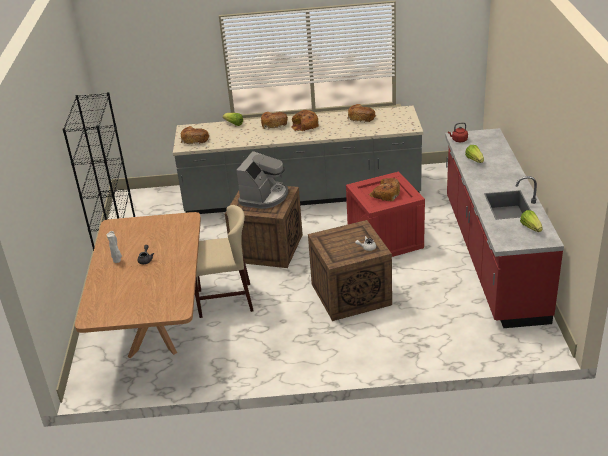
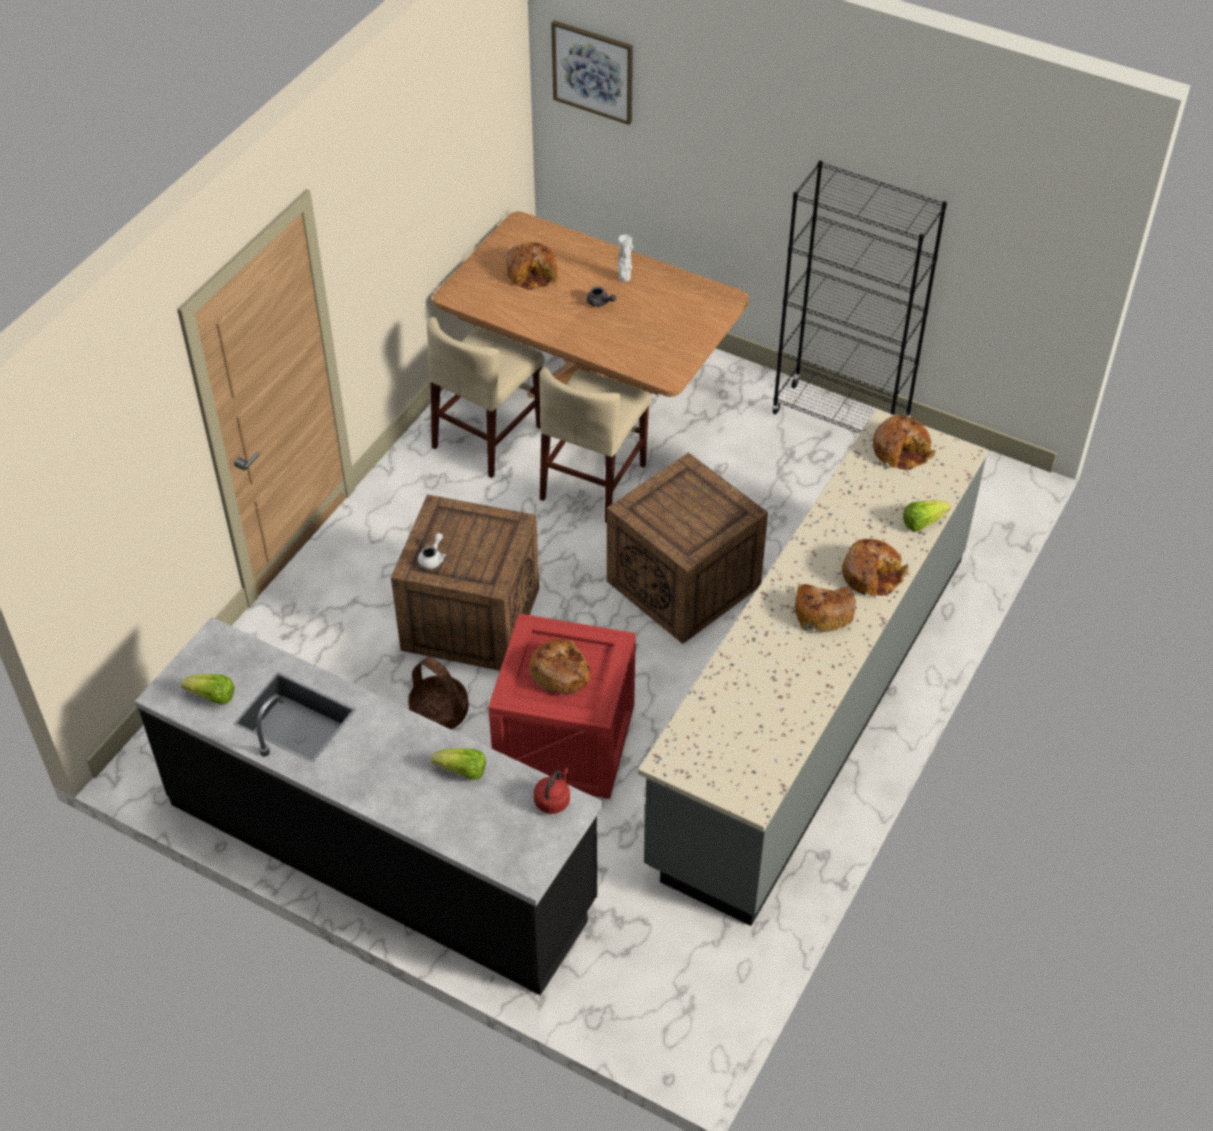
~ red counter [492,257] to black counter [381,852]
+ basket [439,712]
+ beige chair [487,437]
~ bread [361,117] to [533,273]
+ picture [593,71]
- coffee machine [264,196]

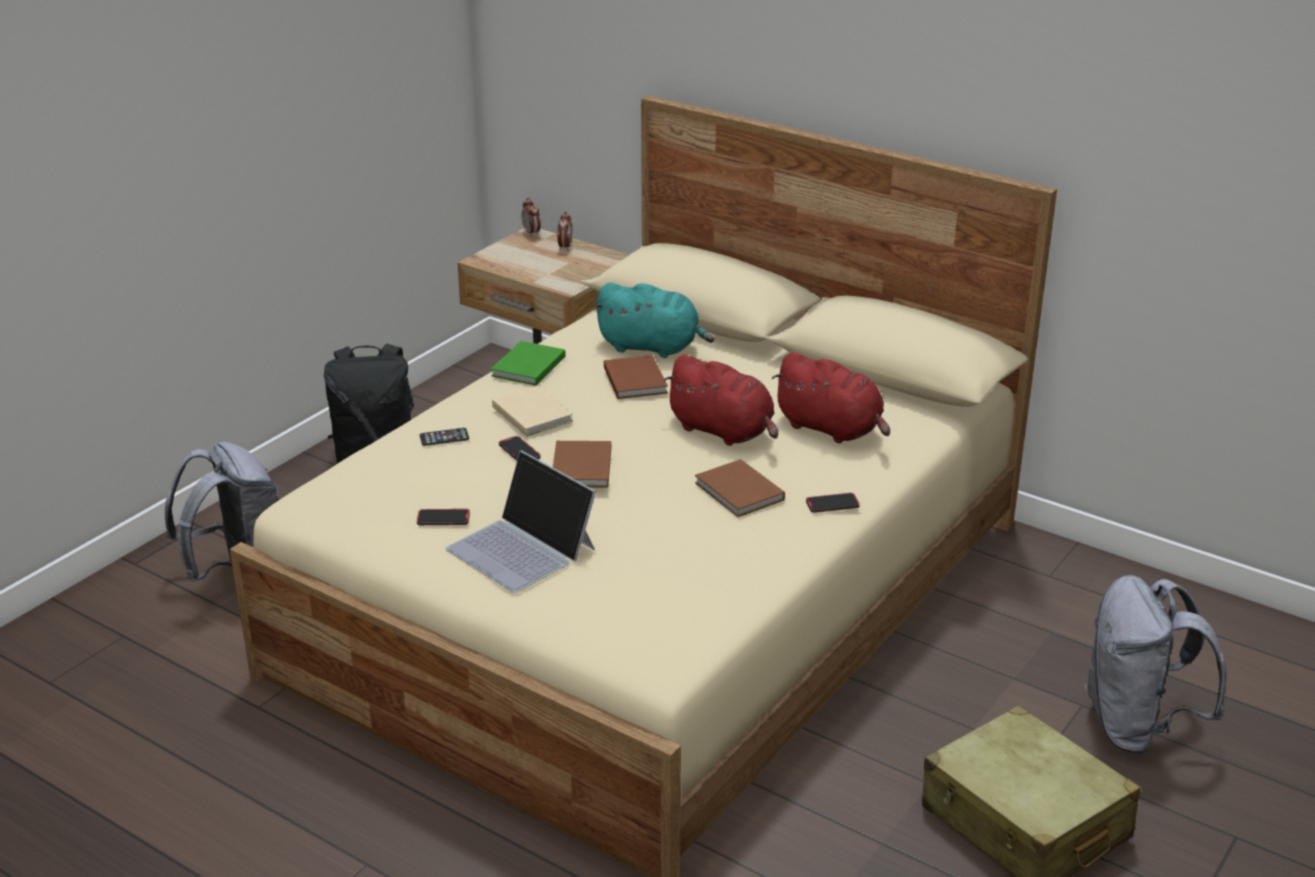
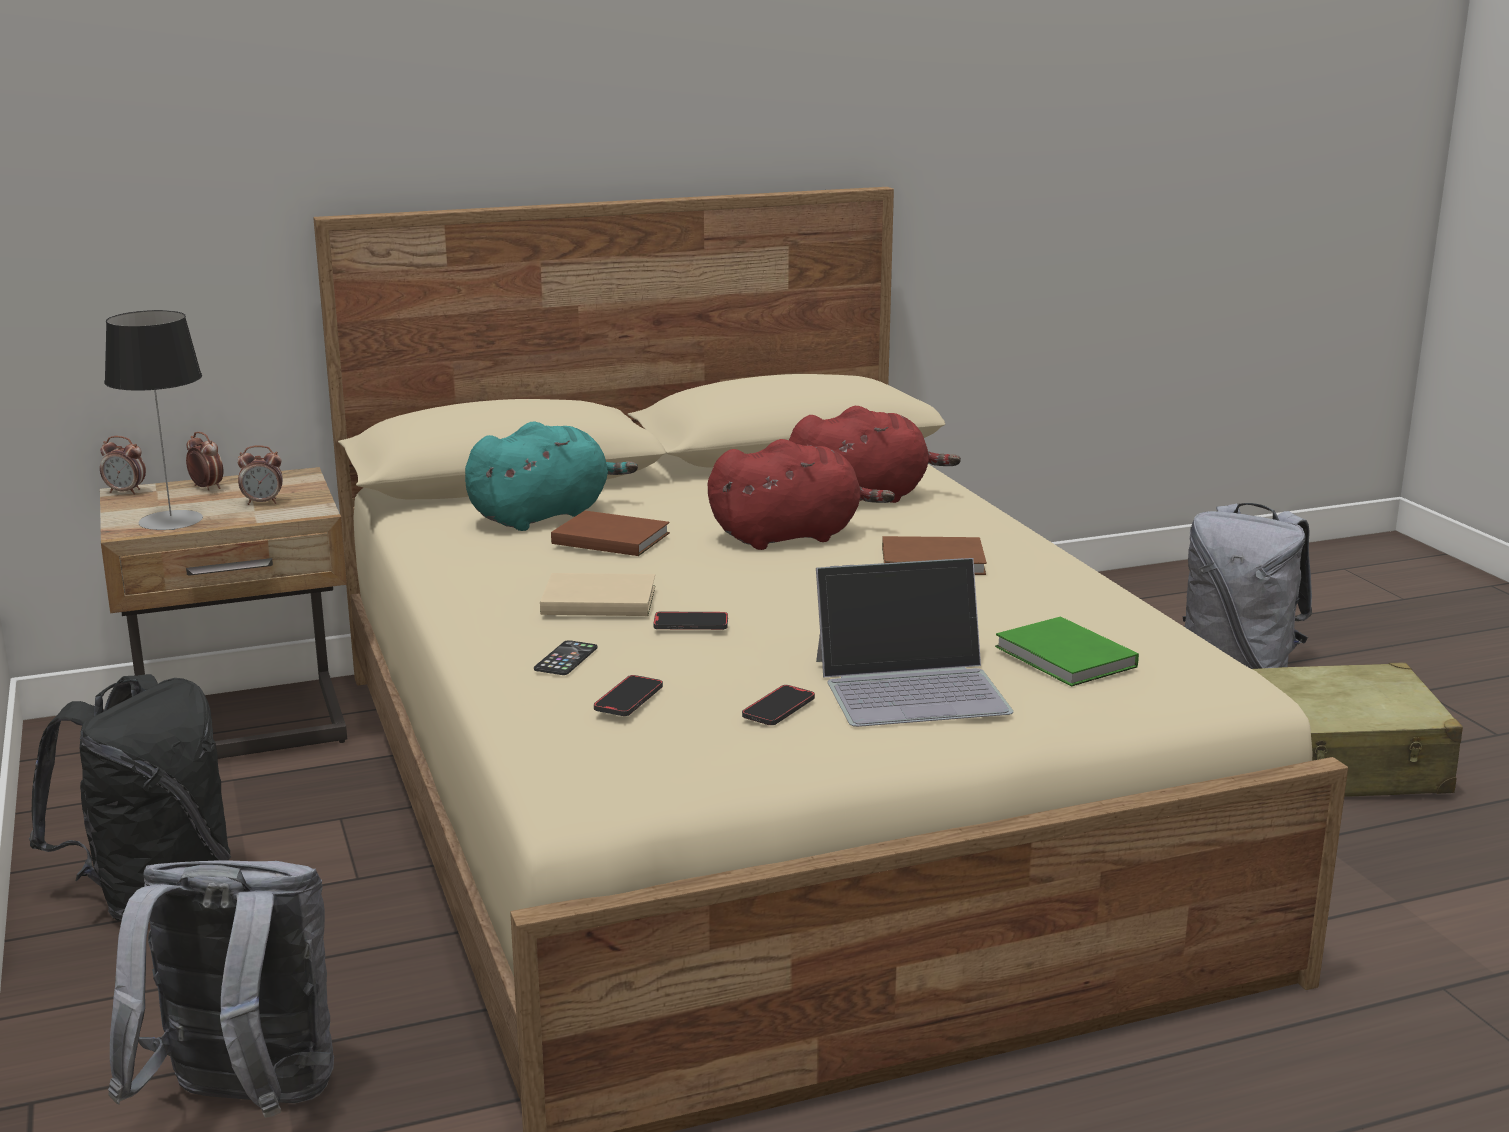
+ table lamp [171,520]
+ alarm clock [263,502]
~ phone [832,505] to [628,699]
~ green book [526,367] to [1066,658]
- brown book [580,468]

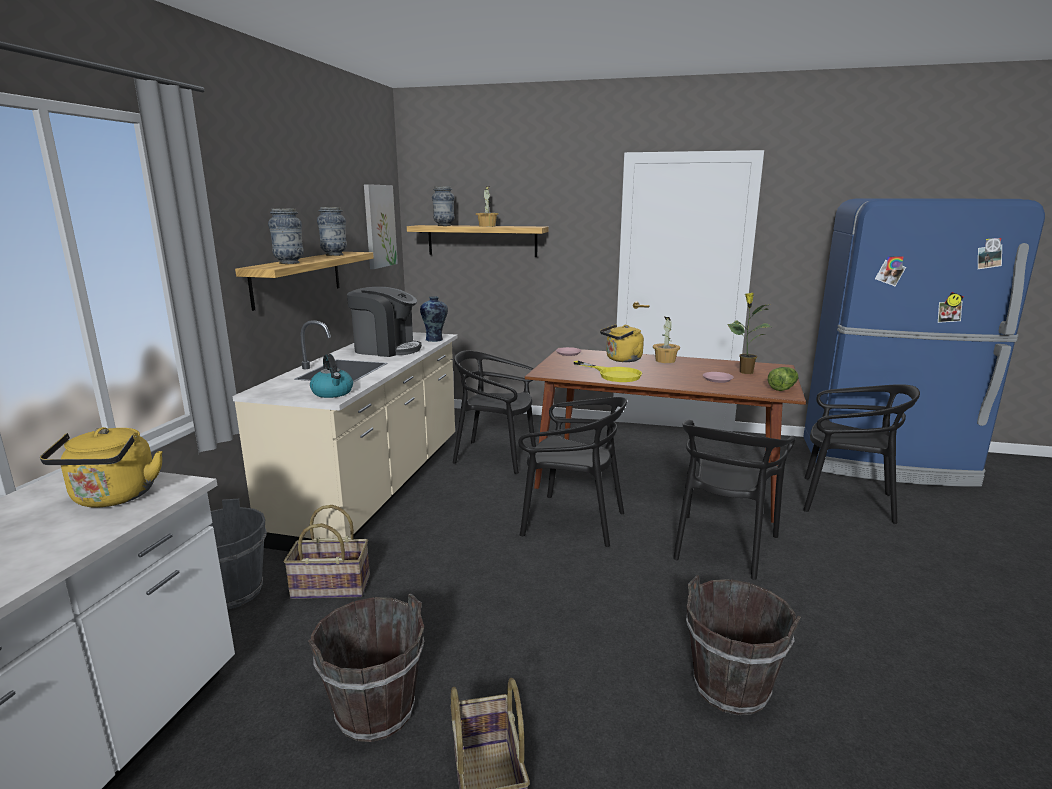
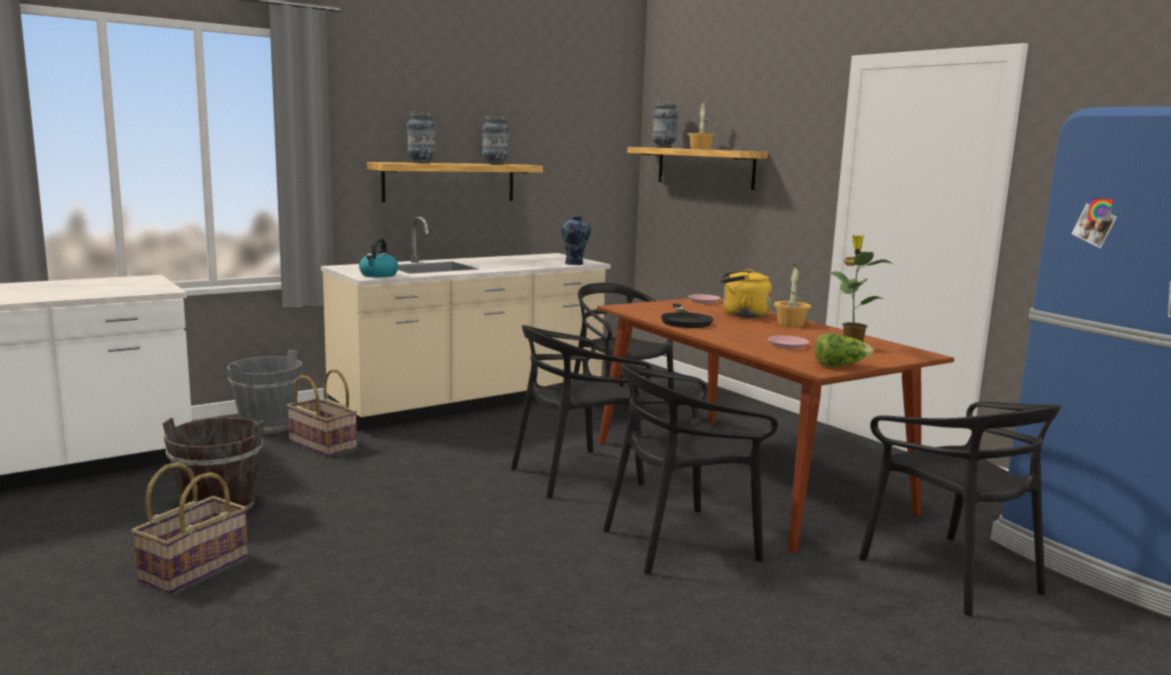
~ black chair [572,522] = [576,474] 90 degrees clockwise
~ yellow frying pan [613,375] to black frying pan [685,320]
- yellow kettle [113,498]
- coffee machine [386,349]
- picture [379,226]
- brown bucket [730,688]

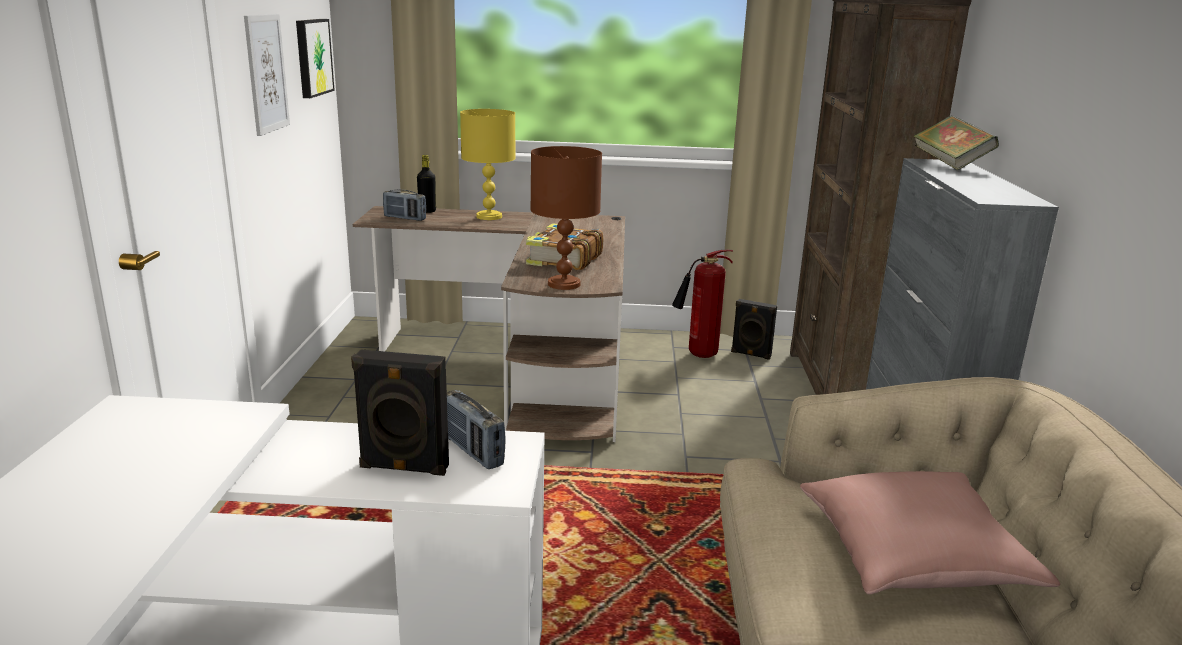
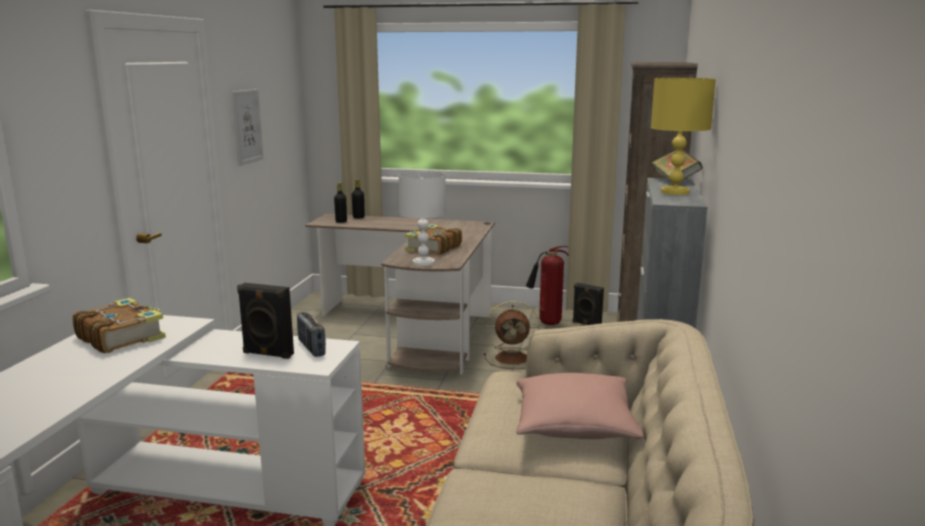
+ book [121,337]
~ radio [405,218] to black bottle [341,221]
~ brown table lamp [563,284] to white table lamp [423,262]
+ brown fan [513,358]
~ yellow table lamp [489,217] to [675,192]
- picture [312,57]

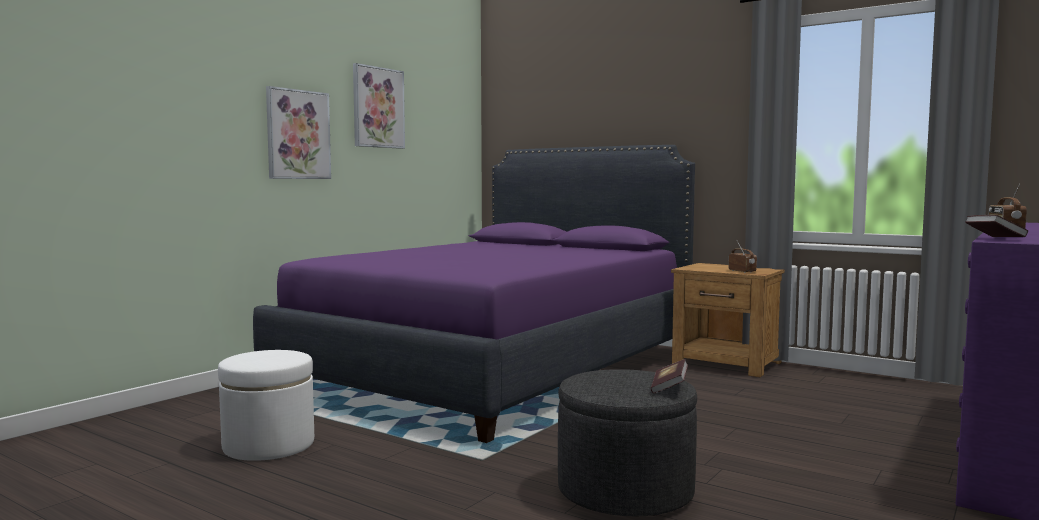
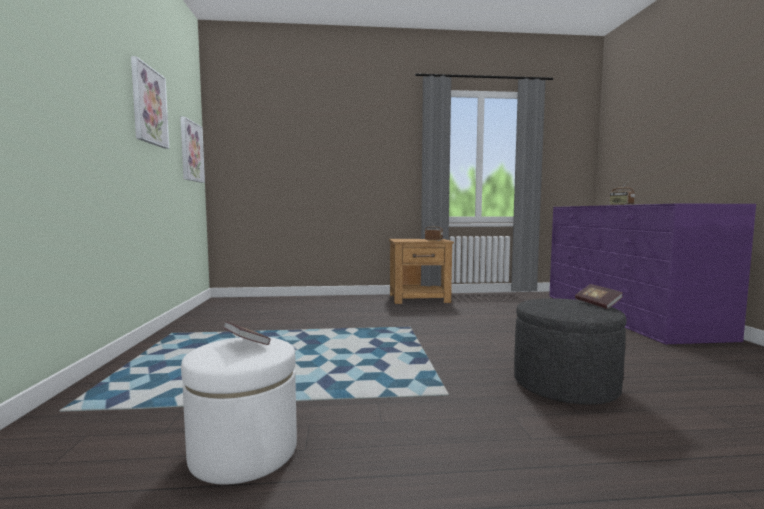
~ picture [298,134] to [191,151]
~ book [994,238] to [246,344]
- purple bed [496,367]

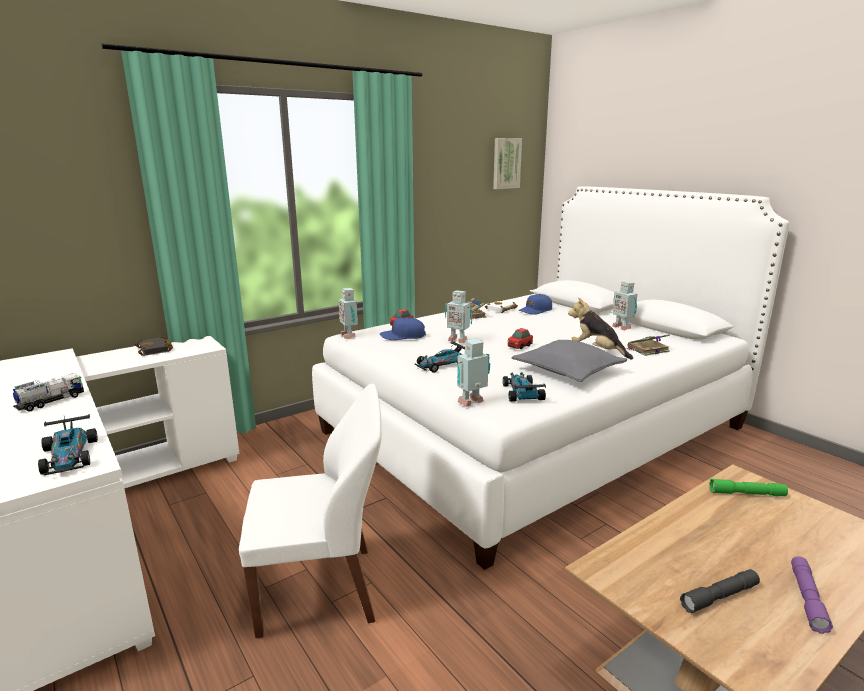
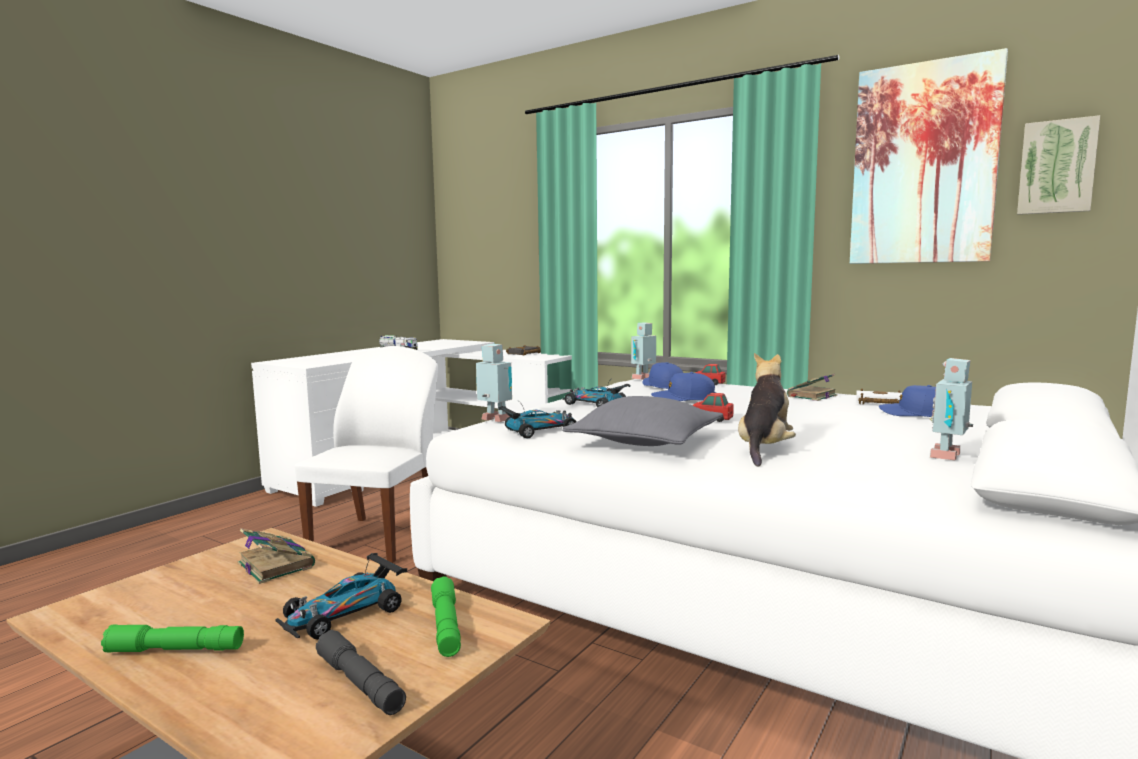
~ purple flashlight [807,599] to green flashlight [175,650]
~ book [647,350] to [275,564]
~ toy car [69,456] to [344,613]
~ white chair [321,590] = [378,538] 135 degrees counterclockwise
~ grey flashlight [719,597] to [360,683]
~ toy robot [457,340] to blue cap [683,398]
+ picture [923,164]

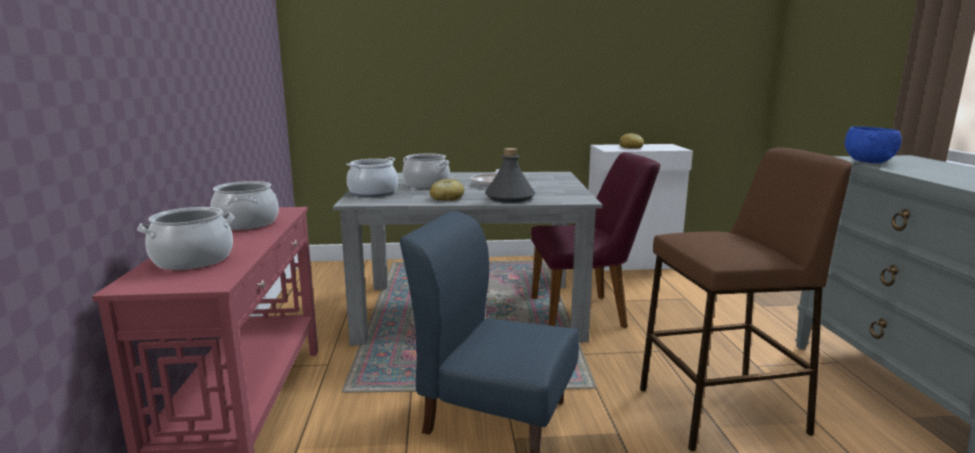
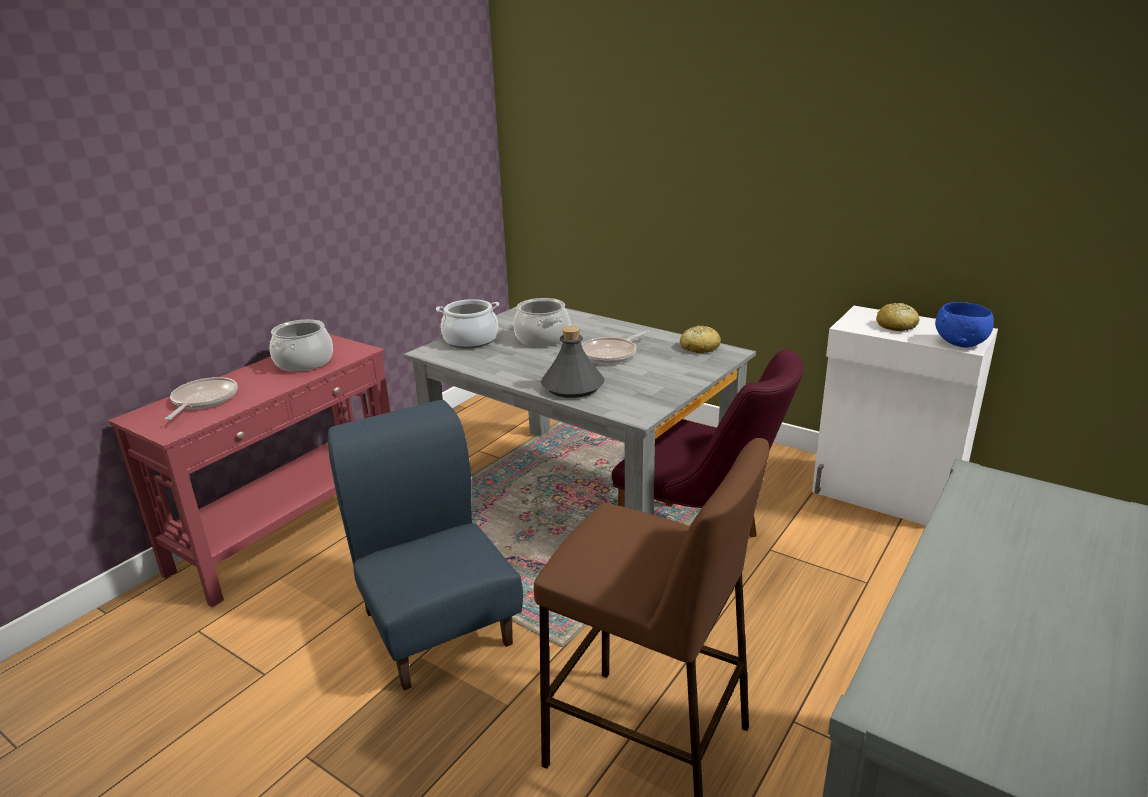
~ cooking pot [193,260] to frying pan [203,400]
~ bread [446,198] to [699,347]
~ blue bowl [868,162] to [961,343]

